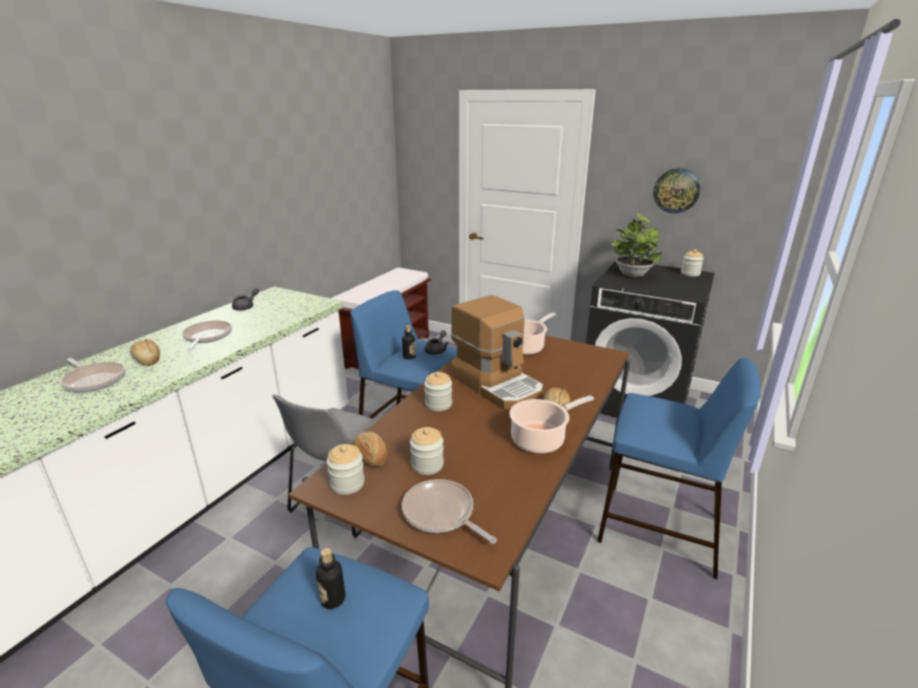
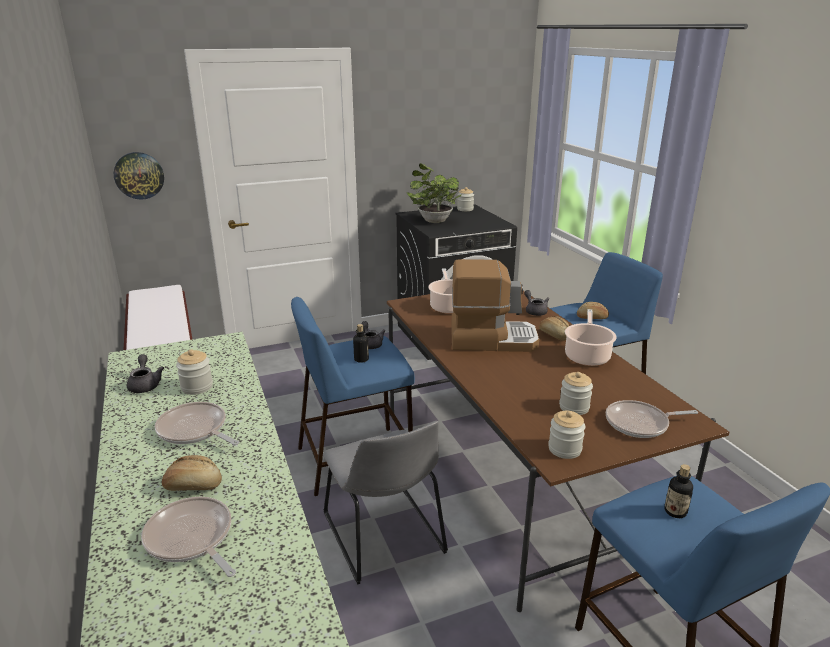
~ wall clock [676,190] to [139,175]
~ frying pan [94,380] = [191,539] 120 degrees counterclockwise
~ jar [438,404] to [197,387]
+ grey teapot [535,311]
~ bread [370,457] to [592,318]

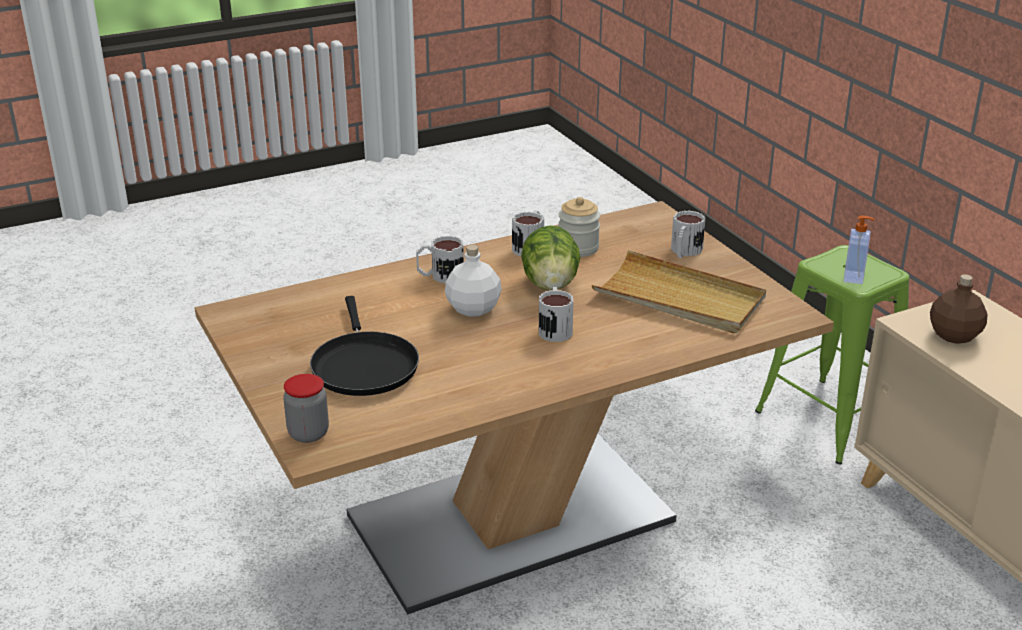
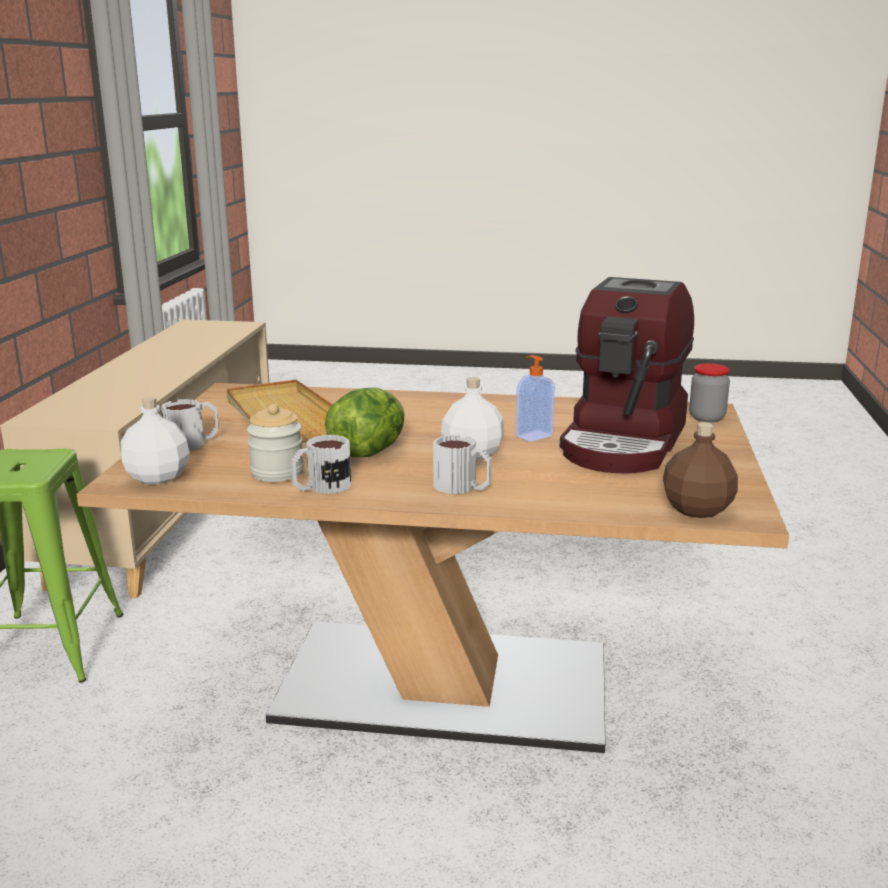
+ white bottle [157,477]
~ soap dispenser [854,277] to [533,435]
~ black frying pan [363,365] to coffee machine [625,442]
~ brown bottle [955,336] to [696,509]
- mug [555,328]

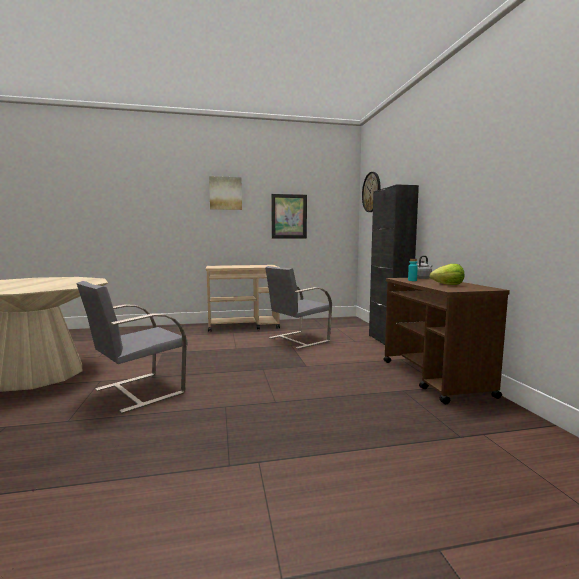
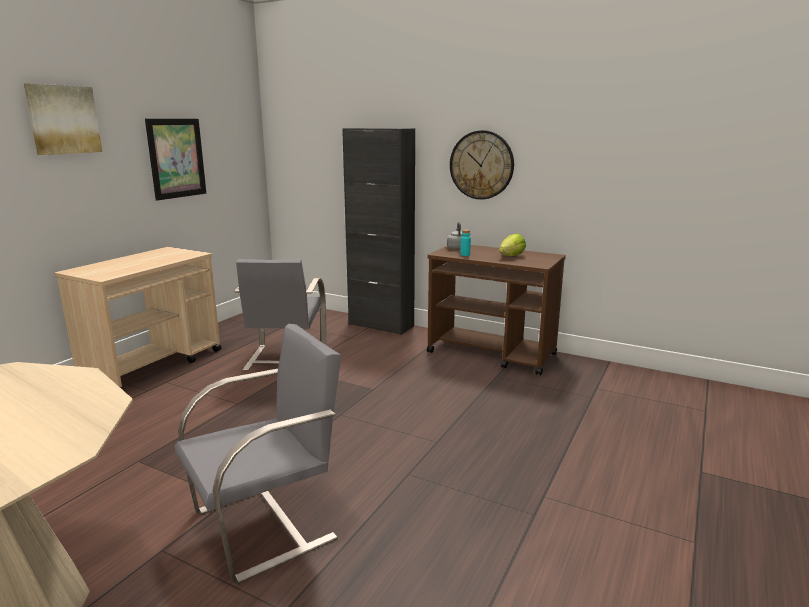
~ grey chair [137,391] = [267,524] 120 degrees counterclockwise
~ wall clock [371,192] to [481,165]

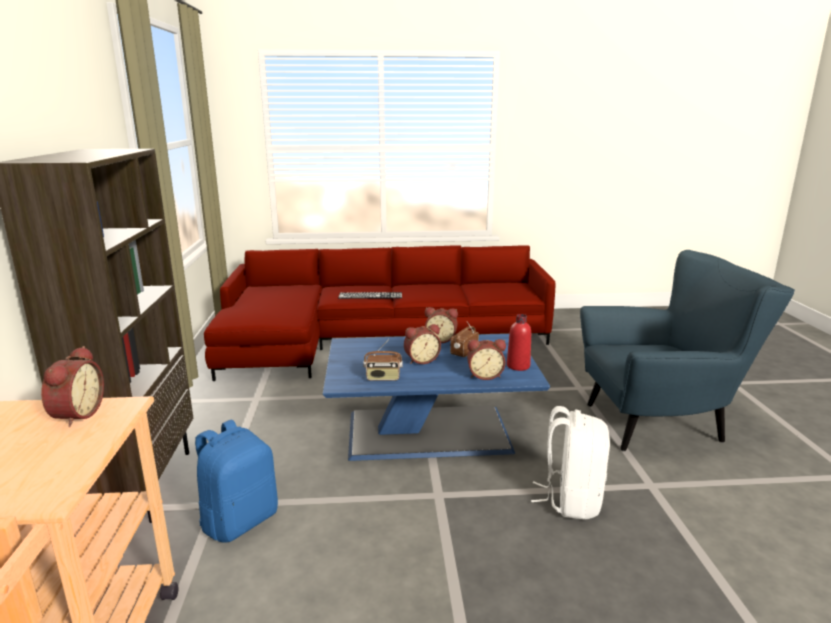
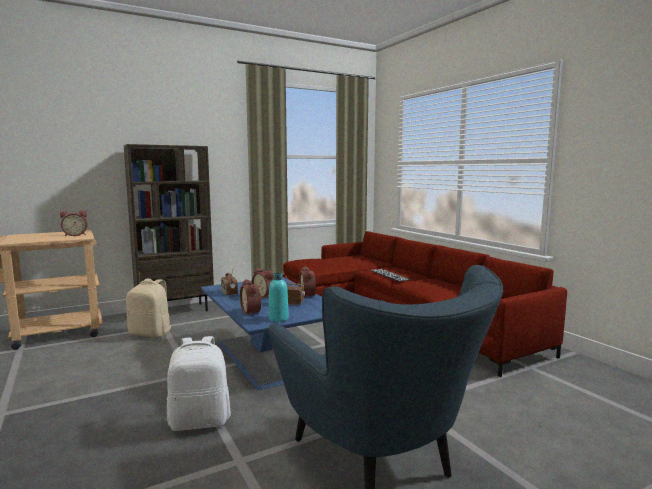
~ blue backpack [240,520] to beige backpack [151,333]
~ red bottle [518,366] to turquoise bottle [278,318]

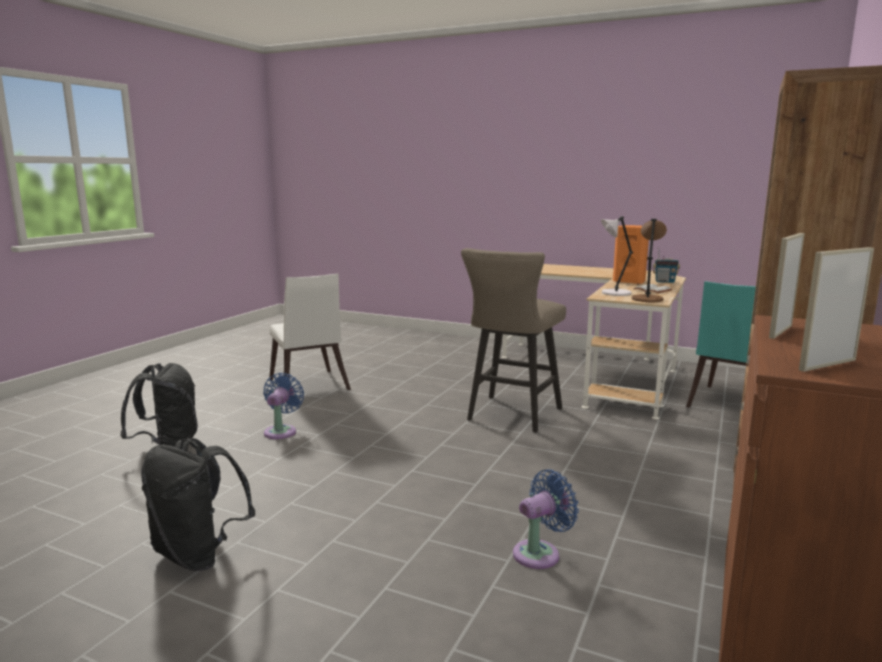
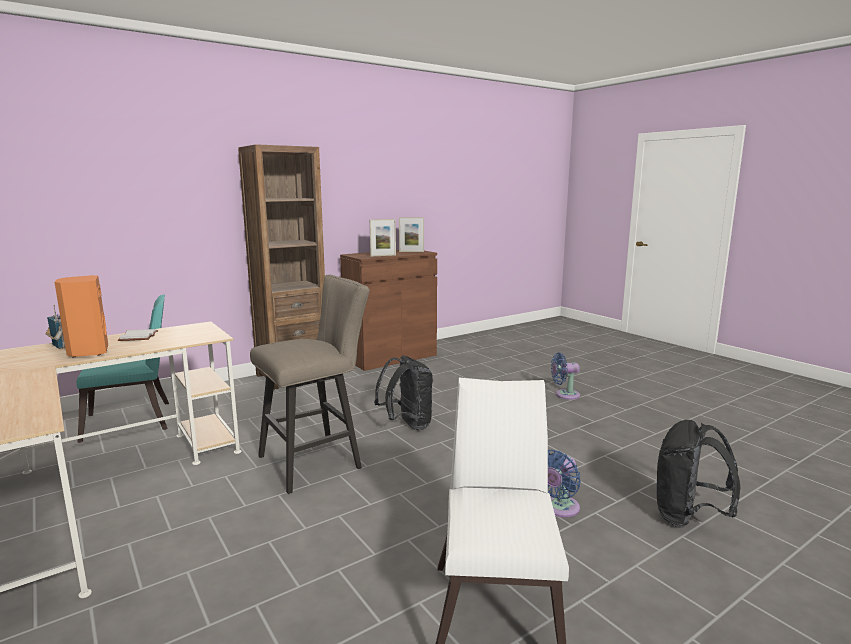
~ black backpack [199,555] to [407,425]
~ blue fan [540,553] to [564,395]
- white table lamp [614,293]
- brown table lamp [647,299]

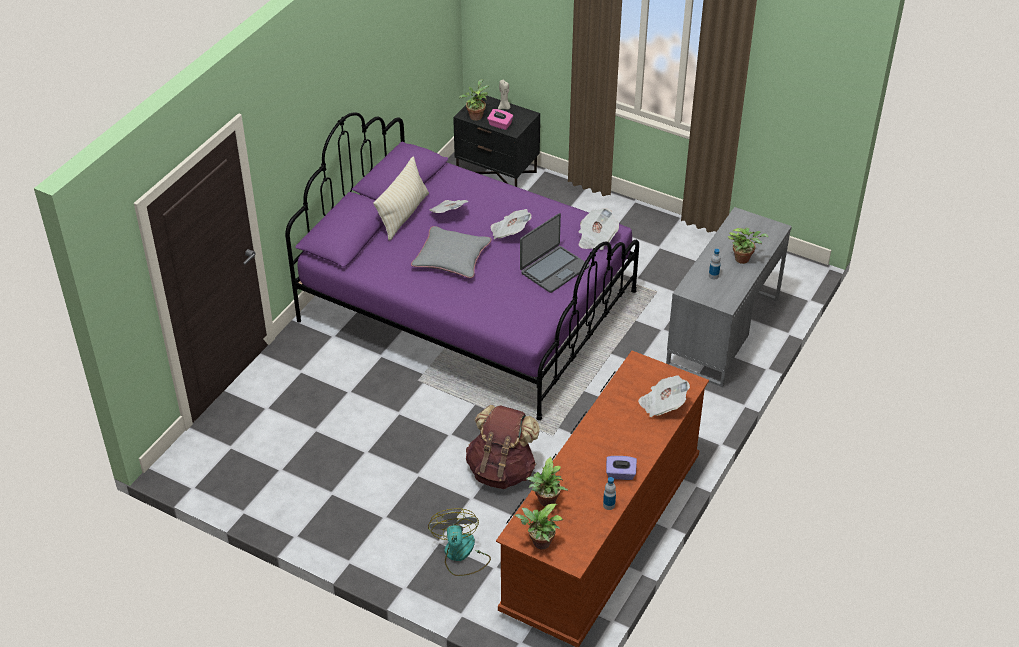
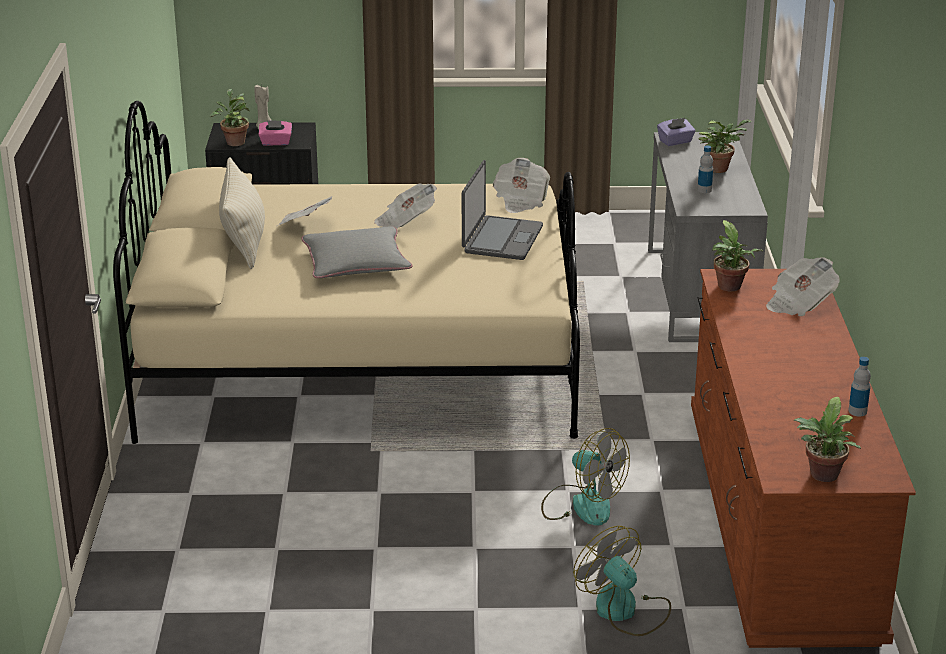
~ purple bed [468,306] to beige bed [362,359]
~ brown backpack [502,470] to fan [582,504]
~ purple tissue box [620,474] to [675,142]
~ potted plant [546,502] to [730,288]

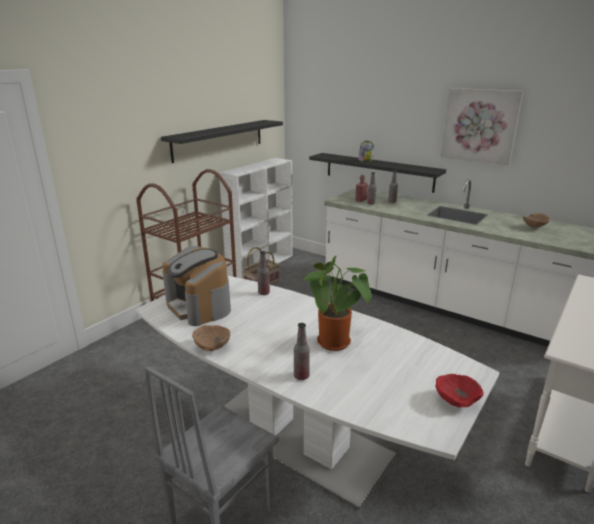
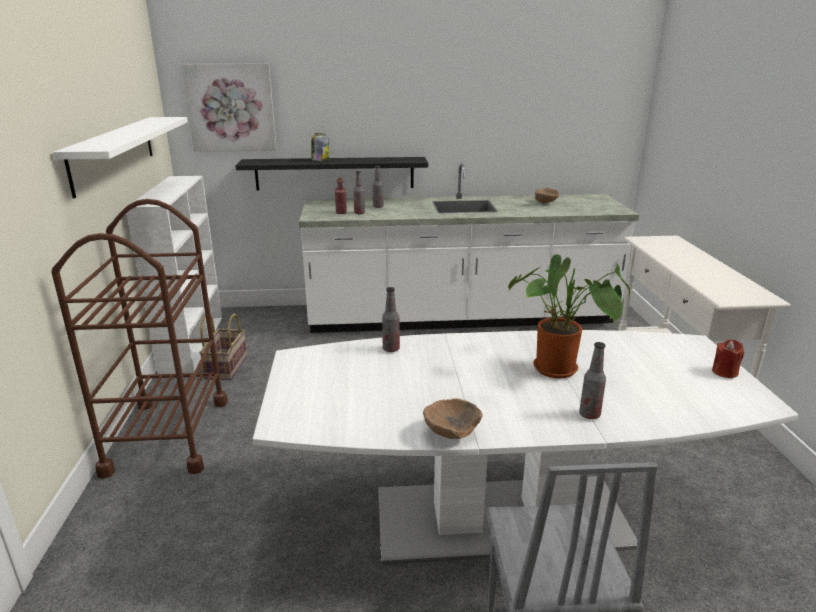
~ black shelf [219,140] to white shelf [114,152]
~ picture [480,125] to [231,108]
~ red bowl [455,401] to red candle [724,372]
- coffee machine [199,306]

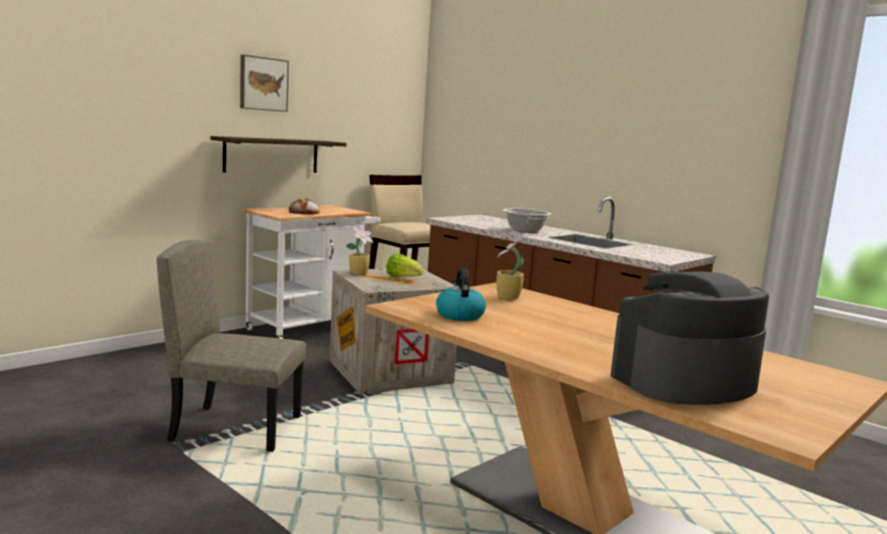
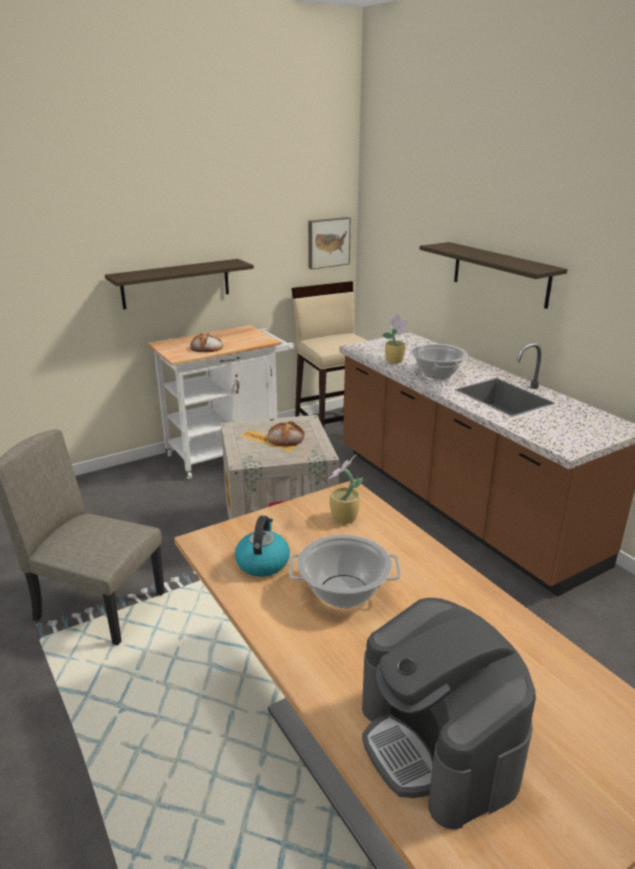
~ lettuce [403,277] to bread [286,438]
+ cooking pot [343,592]
~ picture [263,84] to [328,242]
~ coffee machine [683,381] = [438,744] 105 degrees counterclockwise
~ potted plant [359,273] to [395,361]
+ shelf [500,274]

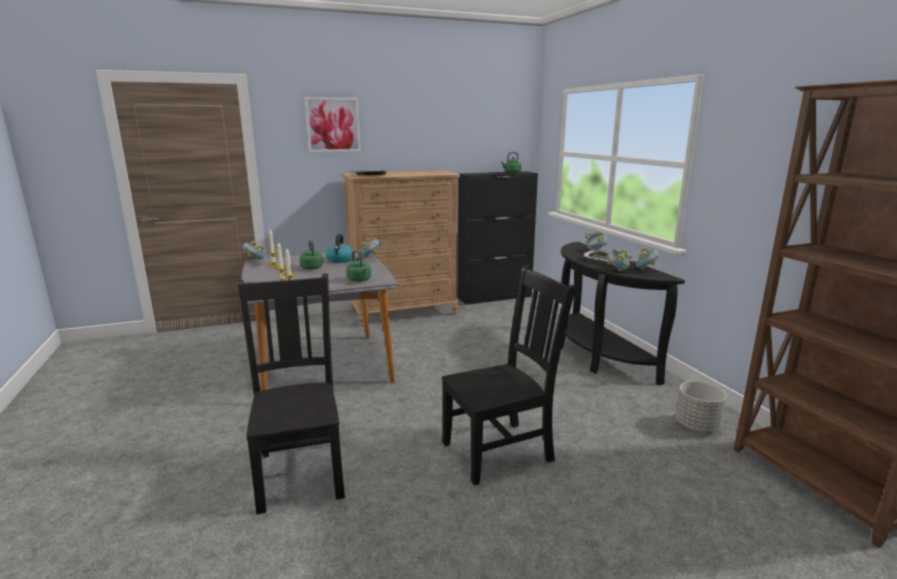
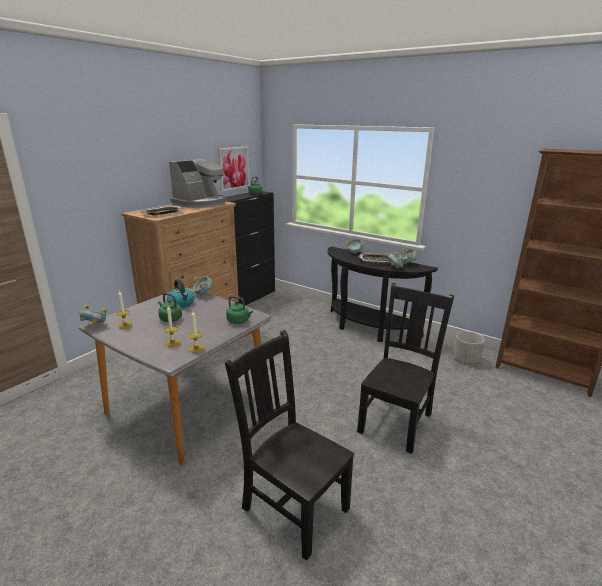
+ coffee machine [200,203]
~ picture [333,125] to [234,168]

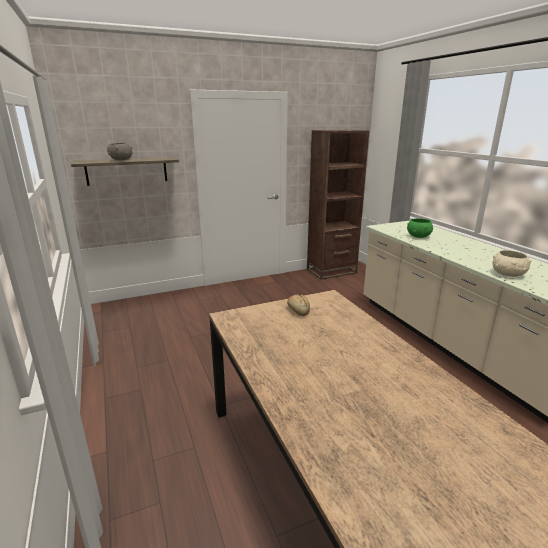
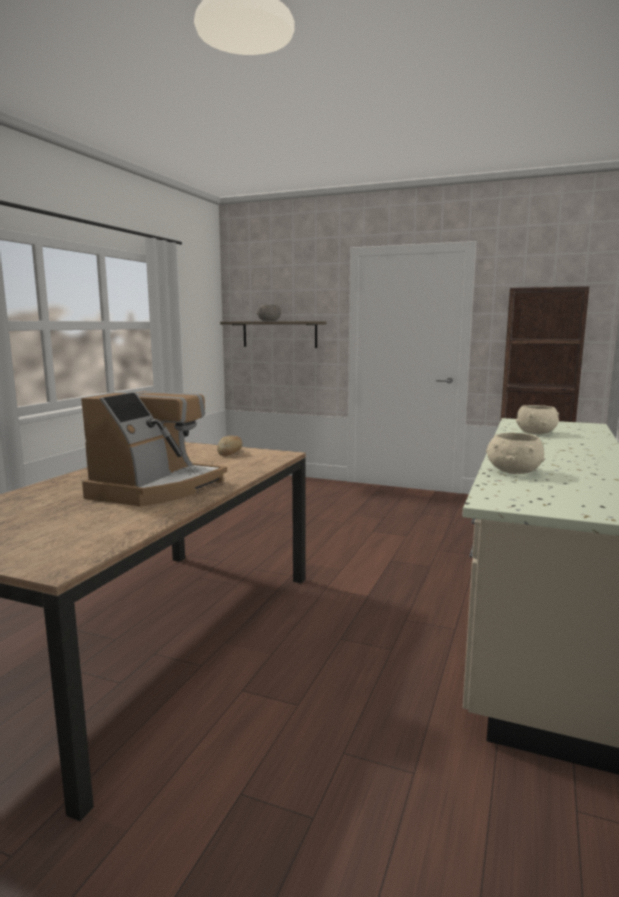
+ coffee machine [157,489]
~ green bowl [418,236] to beige bowl [536,433]

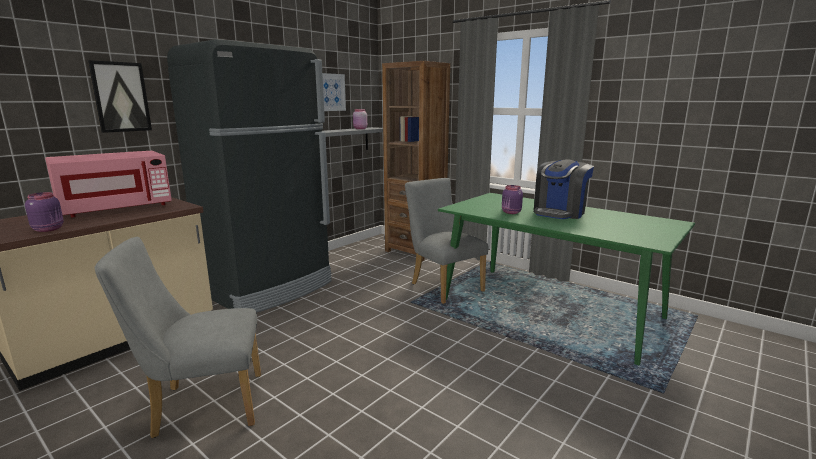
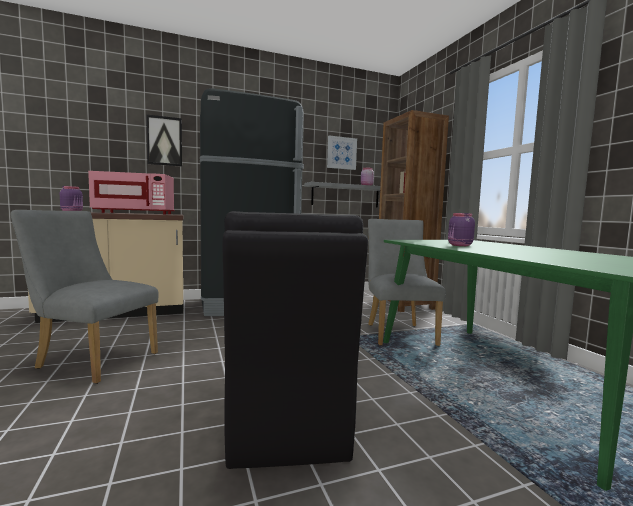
+ black chair [286,422]
- coffee machine [559,213]

